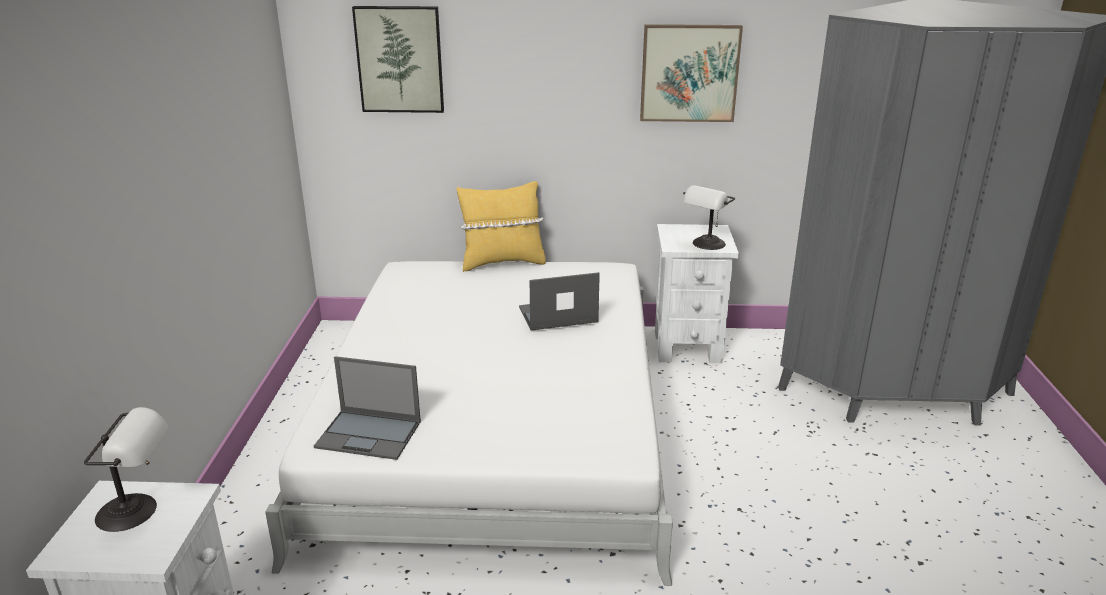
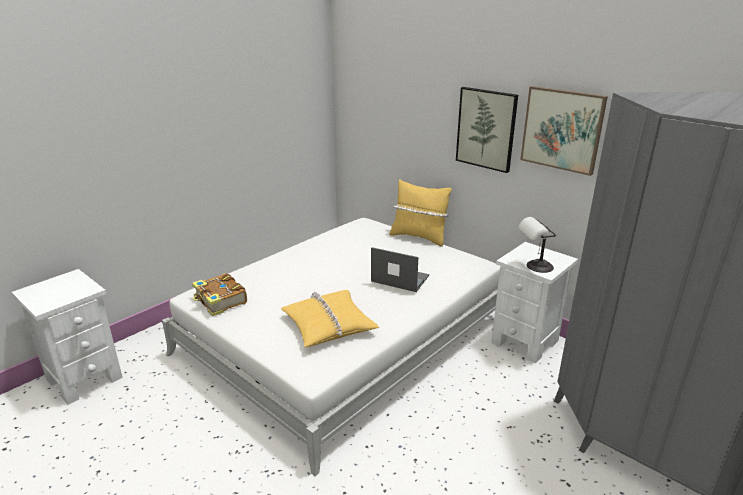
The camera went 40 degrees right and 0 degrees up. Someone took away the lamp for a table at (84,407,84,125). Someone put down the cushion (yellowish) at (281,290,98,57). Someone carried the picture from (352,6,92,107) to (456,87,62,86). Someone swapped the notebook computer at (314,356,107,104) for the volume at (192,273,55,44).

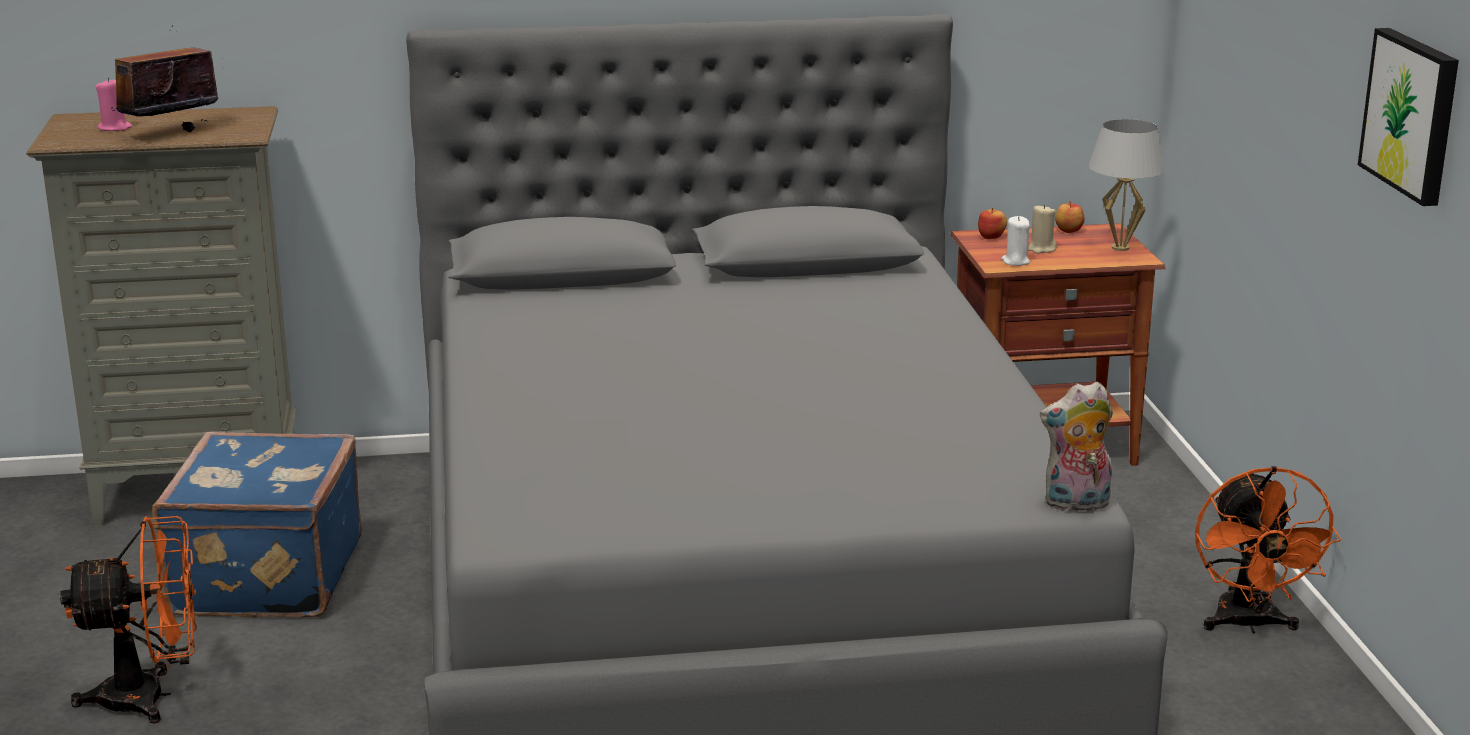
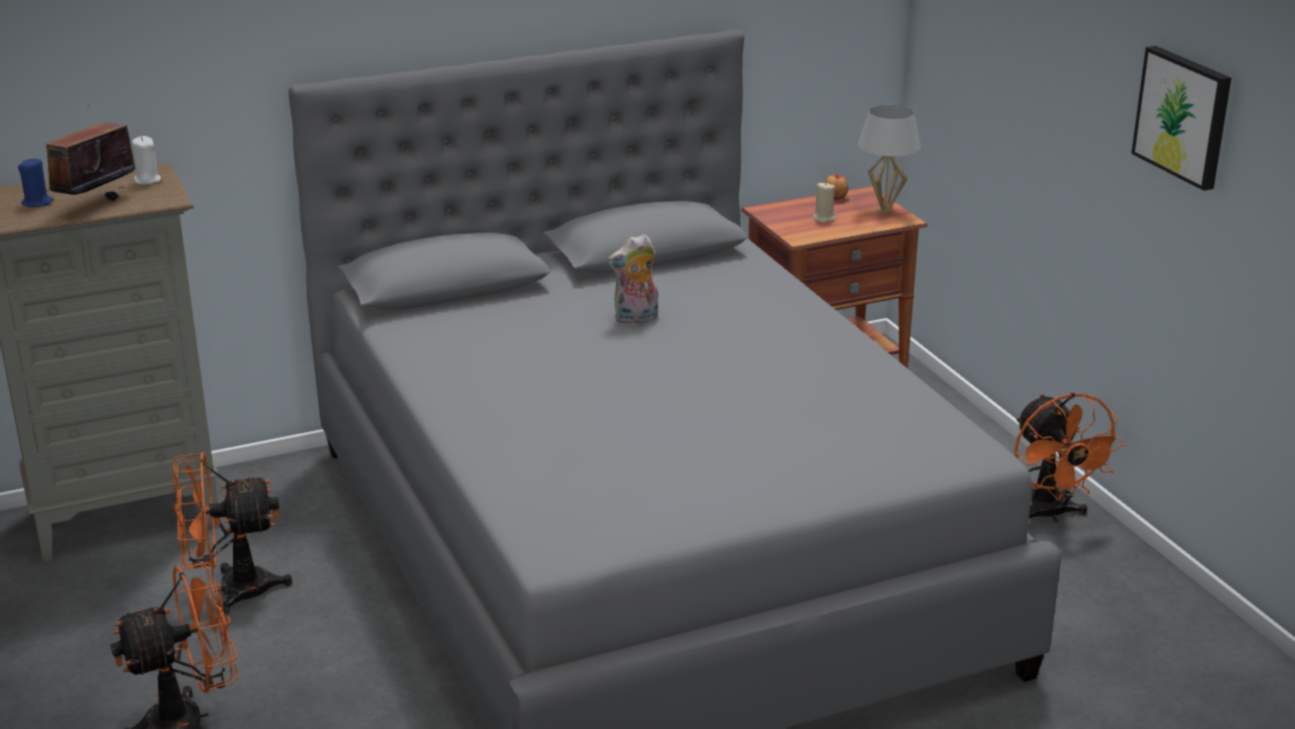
The camera went 15 degrees left and 5 degrees up. Someone took away the whole apple at (978,208,29,31). Someone carried the wax light (white-coloured) from (1001,216,29,50) to (132,136,29,49). Someone carried the plush toy from (1040,382,73,129) to (608,234,50,90). Someone swapped the piece of luggage (blue-coloured) at (152,432,210,186) for the cooling fan (orange) at (172,452,121,162). Someone repainted the wax light (pink) at (96,78,36,53), which became the wax light (blue-coloured) at (18,158,35,49).

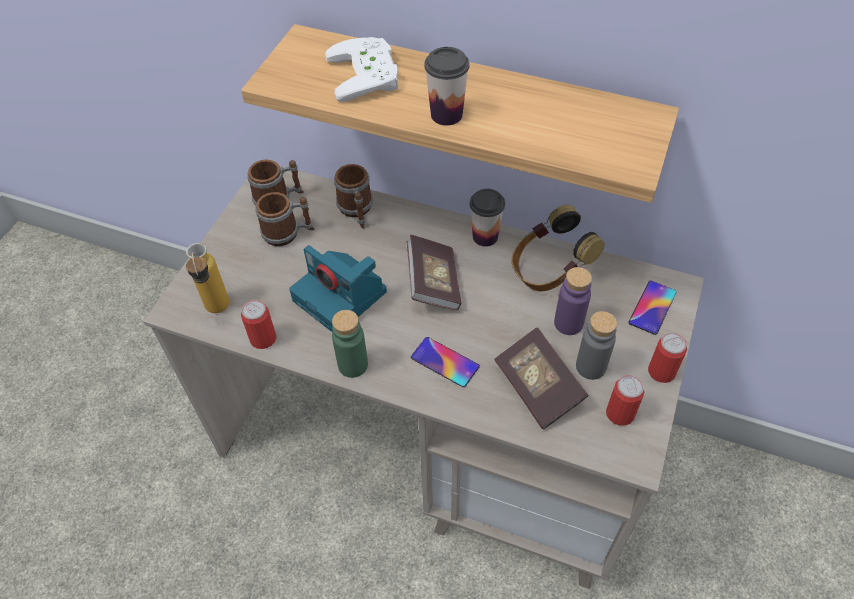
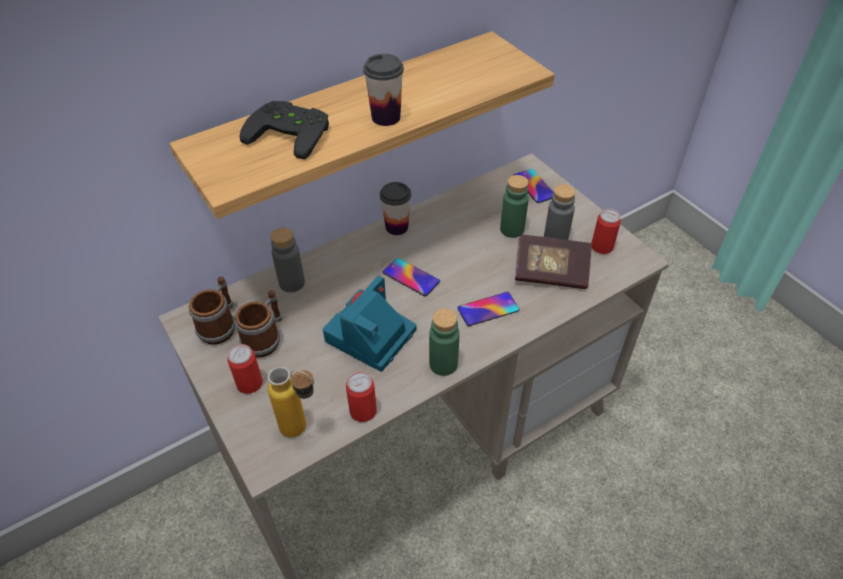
The camera went 55 degrees left and 5 degrees down. Someone took away the headphones at (512,205,93,86). Someone carried the sealed can from (648,332,39,51) to (227,344,36,50). Someone swapped the tea mug at (334,164,39,65) for the beverage bottle (greyish) at (271,228,34,64). Someone swapped the volume at (407,235,54,75) for the handset at (383,258,57,38). Someone repainted the joypad (white-coloured) at (325,37,73,65), which became the joypad (blackish) at (239,101,90,59). Someone repainted the beverage bottle (purplish) at (554,267,38,68), which became the beverage bottle (green-coloured) at (500,175,29,63). Someone rotated the photo camera at (289,245,98,87) by 135 degrees clockwise.

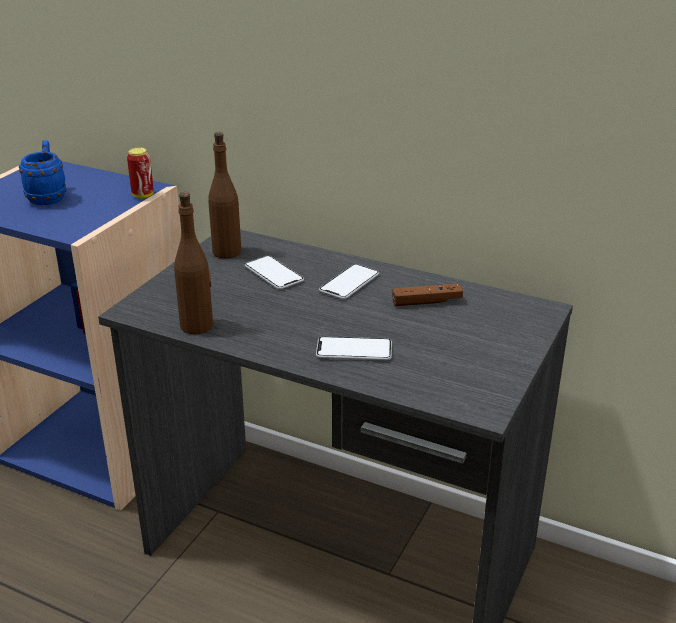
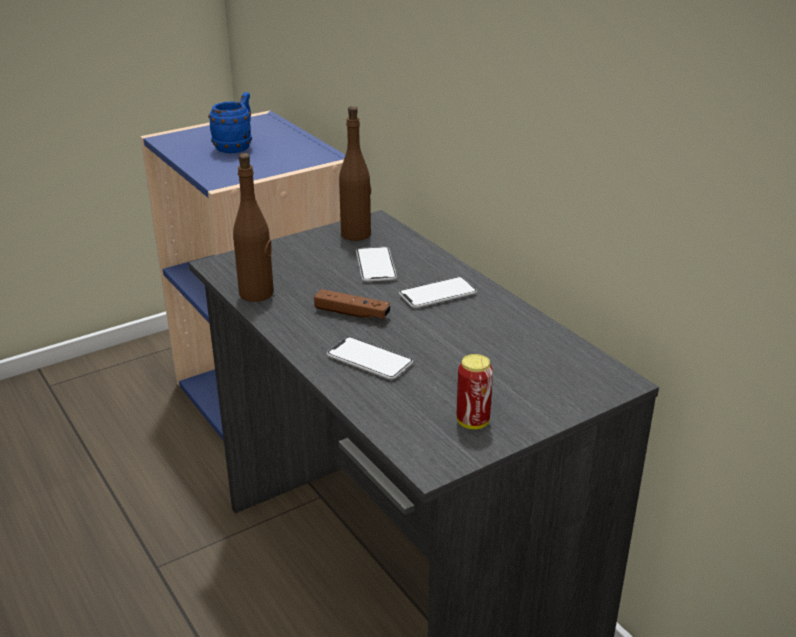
The camera went 30 degrees right and 0 degrees up. Someone carried the sealed can from (127,148,27,50) to (457,354,36,75). Someone carried the joypad (brown) from (392,283,71,23) to (314,289,77,30).

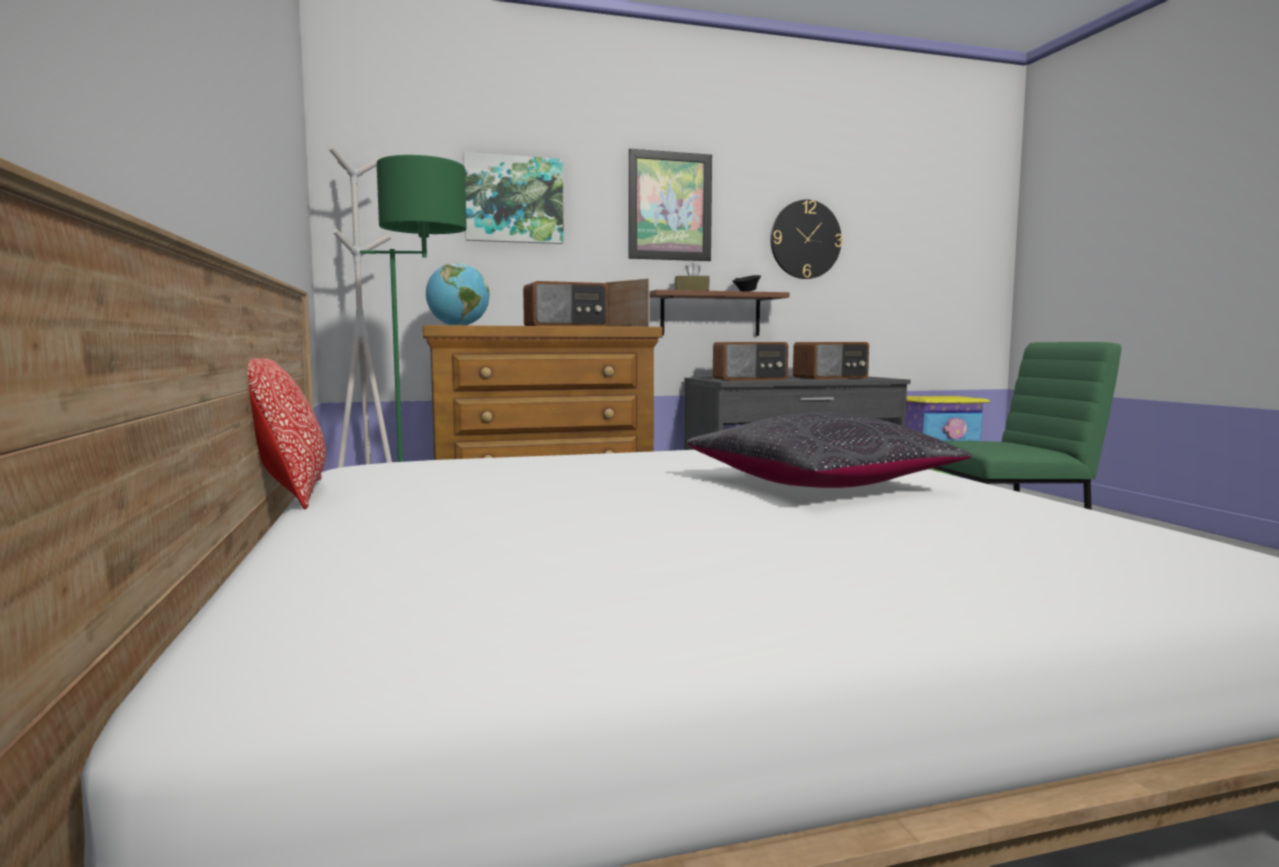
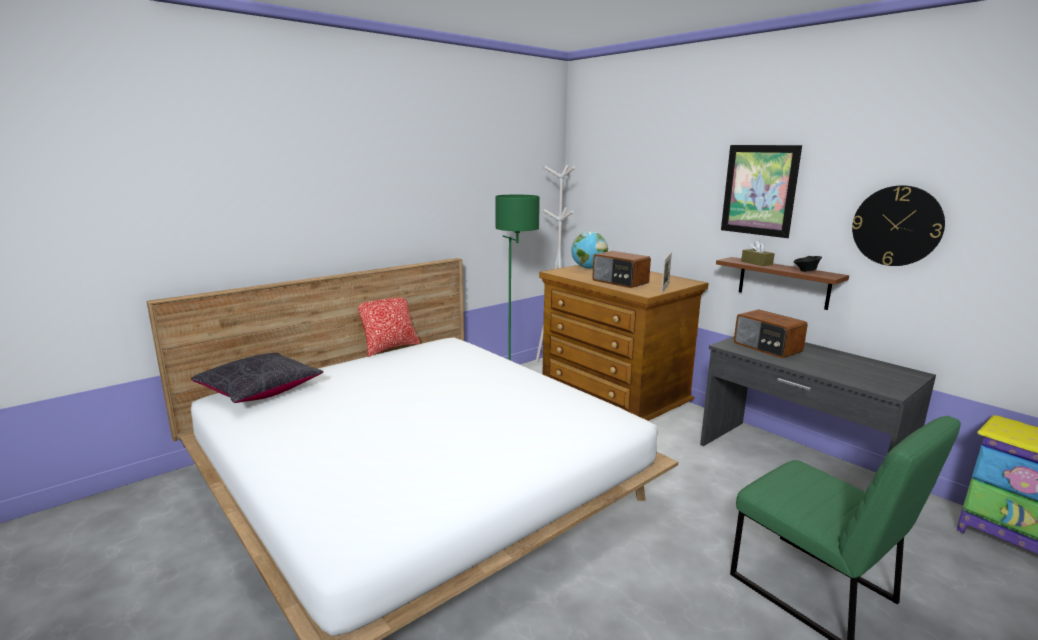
The camera went 65 degrees right and 10 degrees up. Someone took away the picture at (463,152,101,92). Someone took away the radio receiver at (793,342,76,37). Someone carried the cushion (blackish) from (687,412,285,76) to (191,353,133,50).

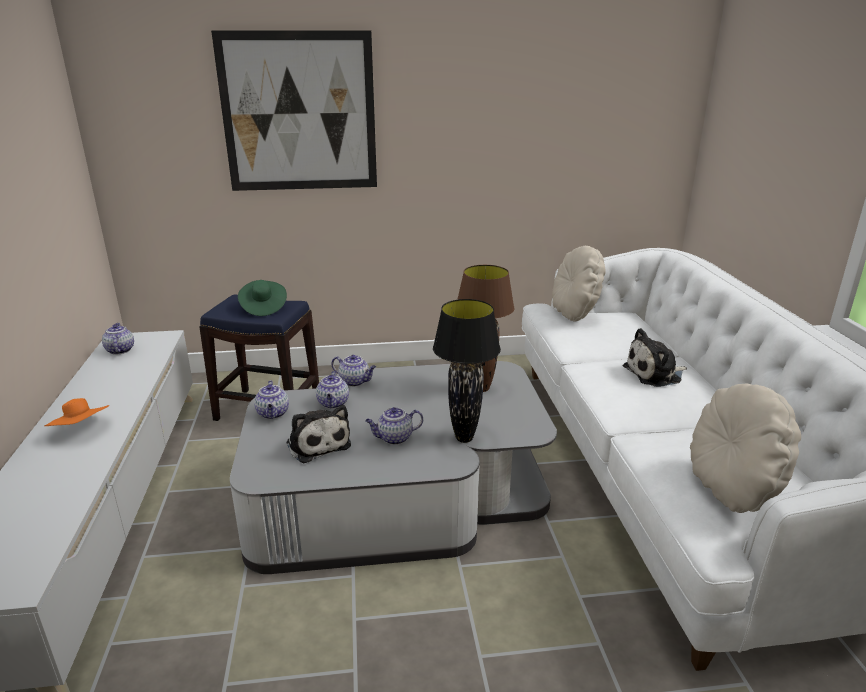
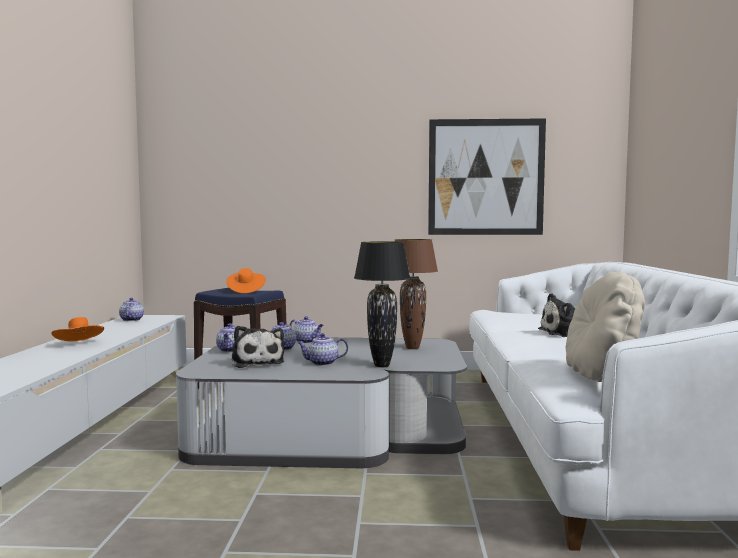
The camera went 10 degrees right and 20 degrees down. Someone took away the cushion (sand-coloured) at (552,246,54,76). Someone carried the picture from (211,30,166,161) to (428,118,118,117). Someone repainted the wearable hat (green-coloured) at (238,280,49,36), which became the wearable hat (orange) at (226,268,40,25).

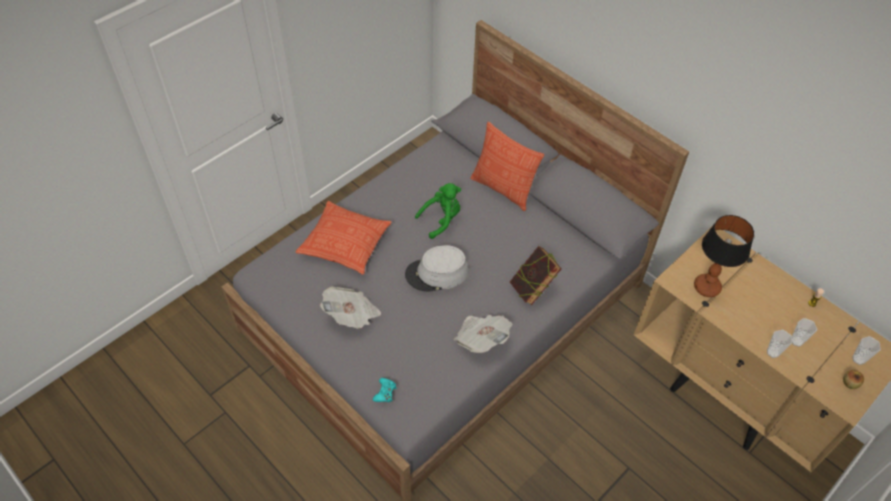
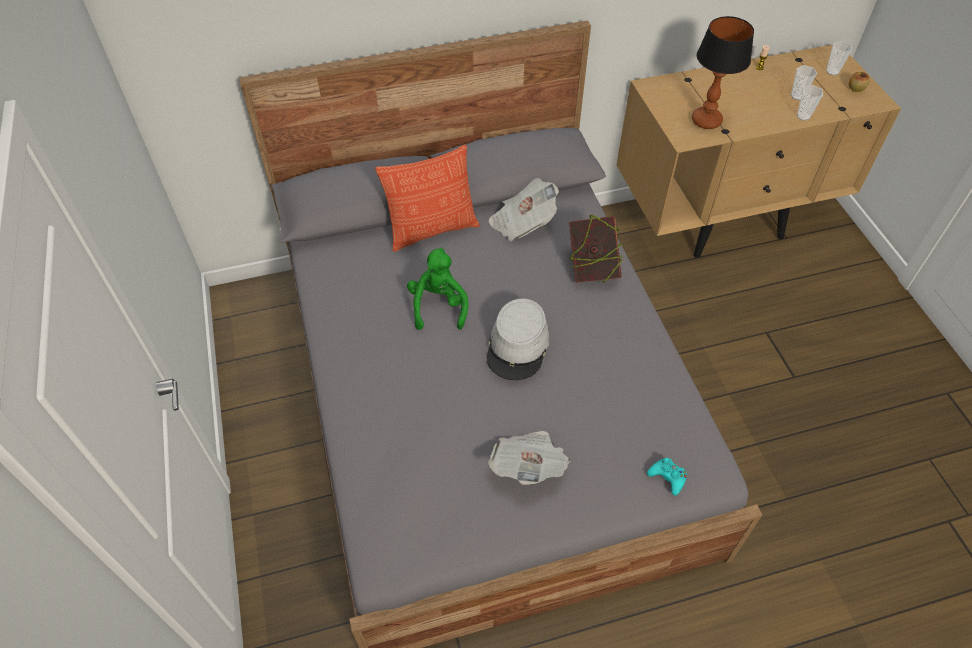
The camera went 60 degrees left and 0 degrees up. Someone took away the cushion (orange) at (296,201,95,74). Someone carried the daily paper from (454,315,59,38) to (489,178,70,63).

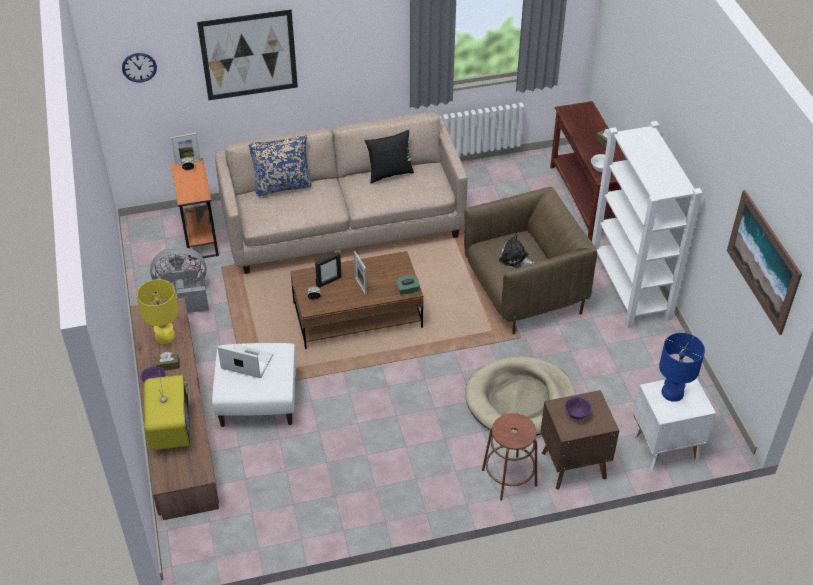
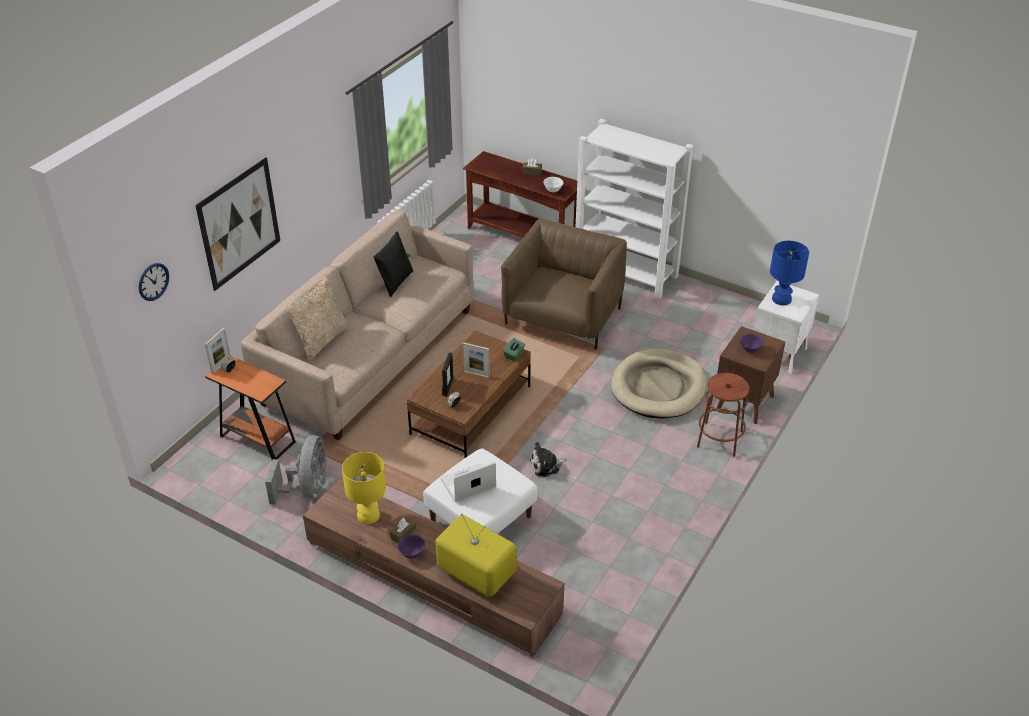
The camera went 45 degrees left and 5 degrees down. Someone took away the picture at (727,190,75,145). Someone carried the plush toy from (499,234,35,34) to (530,442,37,35). Someone repainted the cushion (blue-coloured) at (248,134,64,62), which became the cushion (sand-coloured) at (287,276,60,83). Someone rotated the cooling fan (greyish) at (150,247,59,66) by 150 degrees clockwise.

